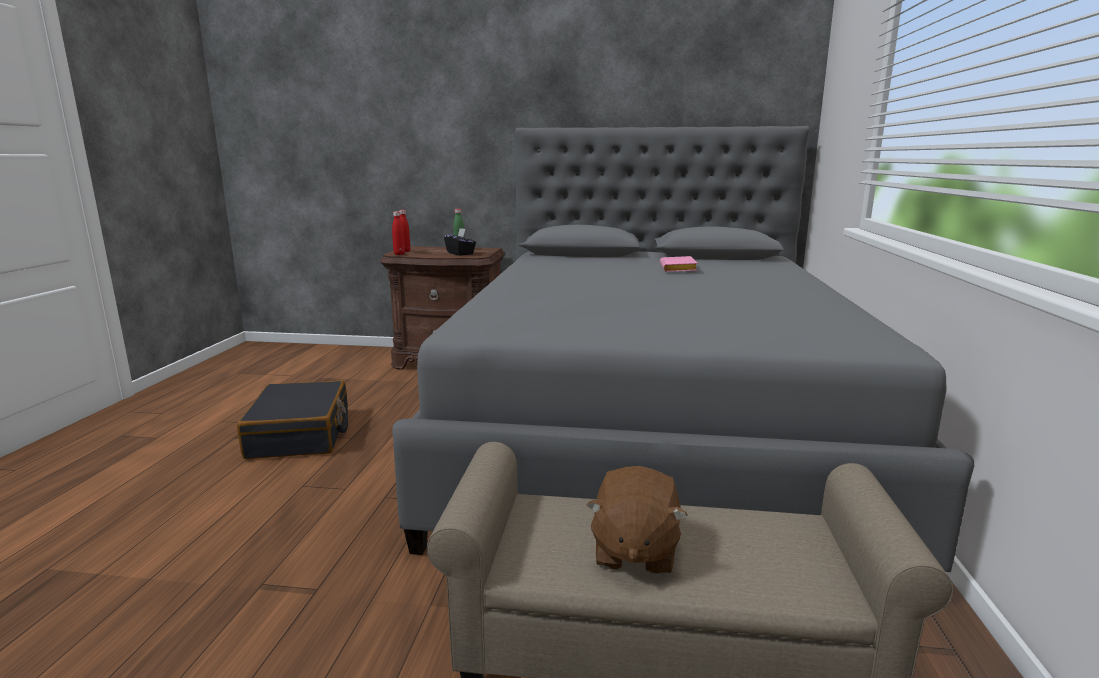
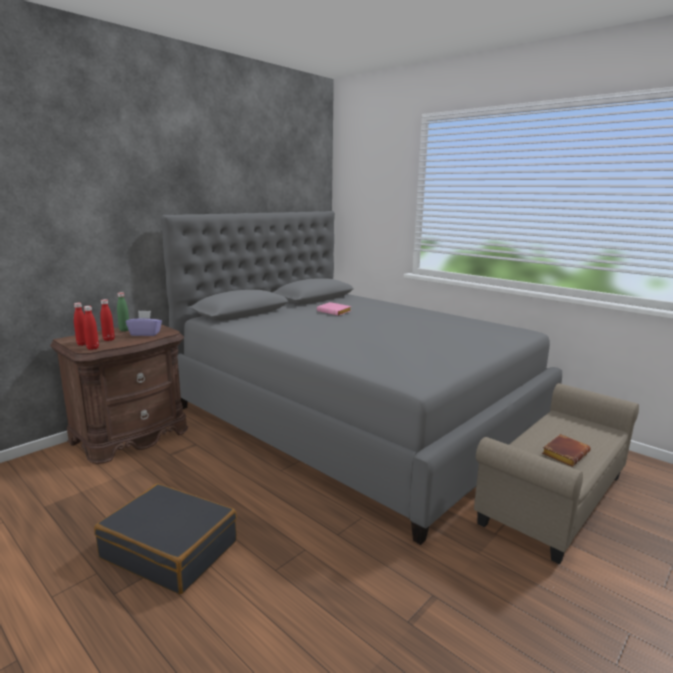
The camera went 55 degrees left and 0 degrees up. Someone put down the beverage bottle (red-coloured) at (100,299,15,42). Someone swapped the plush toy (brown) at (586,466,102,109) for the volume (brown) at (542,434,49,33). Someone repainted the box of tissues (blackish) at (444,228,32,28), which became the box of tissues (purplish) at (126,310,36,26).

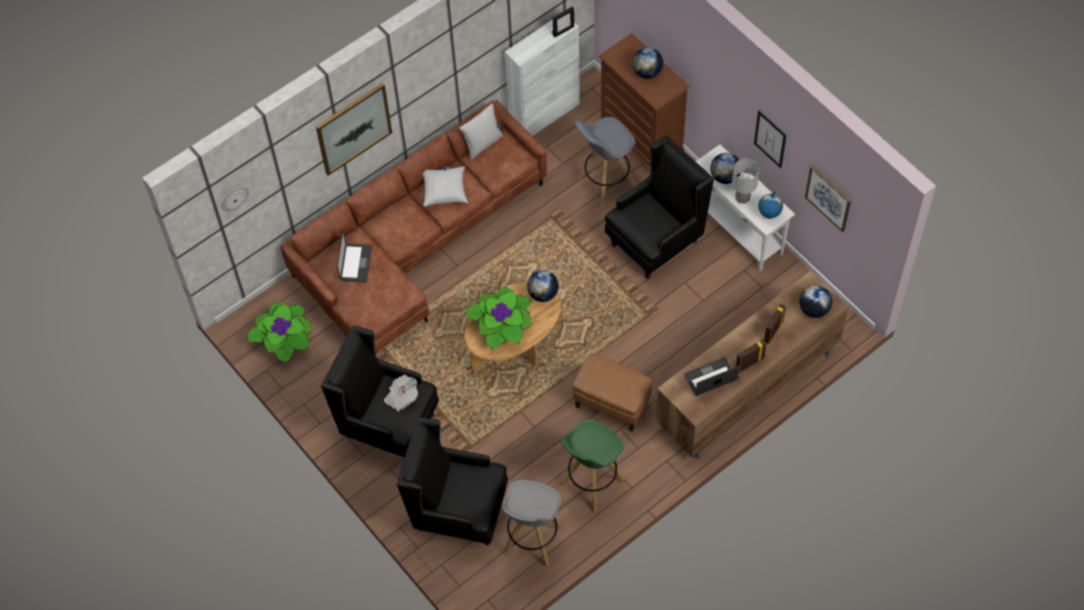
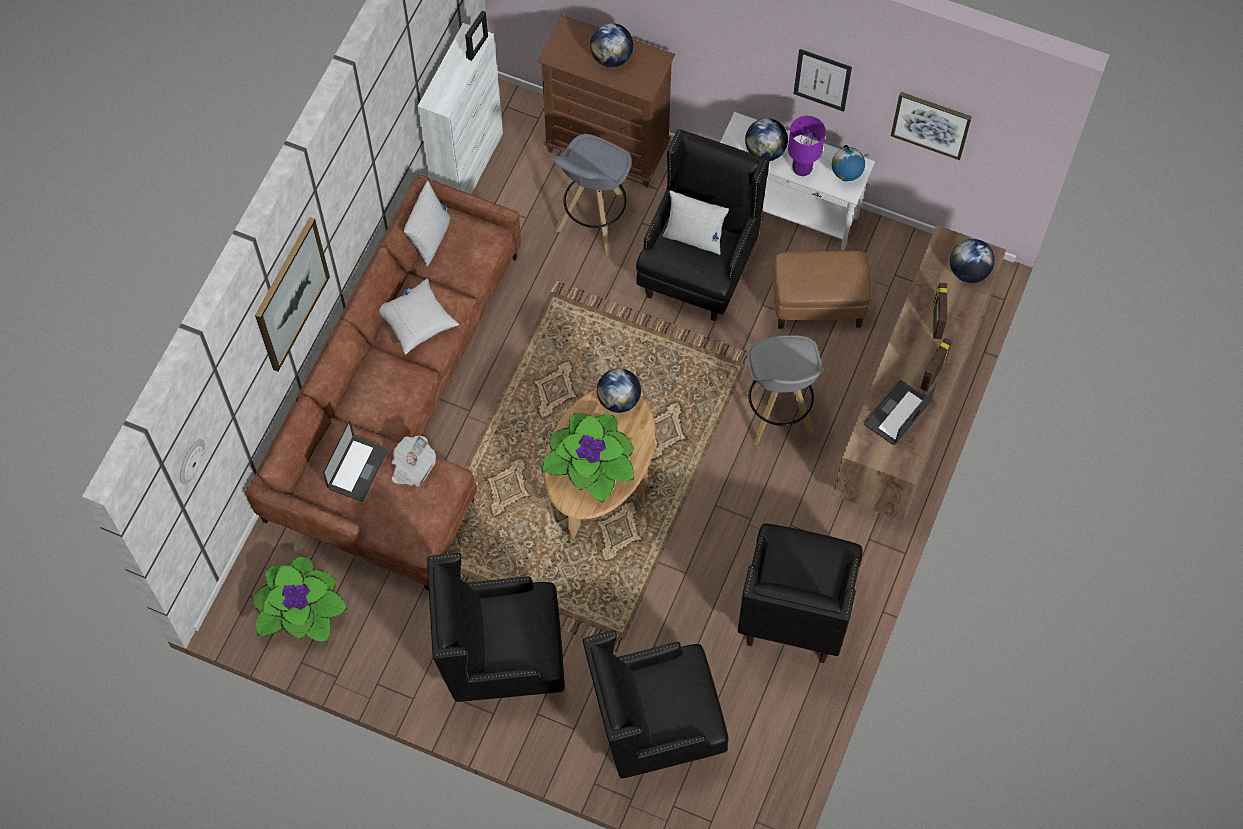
The camera went 30 degrees left and 5 degrees up. Someone put down the cushion (greyish) at (662,191,67,64). Someone carried the daily paper from (384,375,34,37) to (391,436,45,50). Someone carried the sitting stool (greyish) from (502,480,61,87) to (743,335,80,110). Someone carried the ottoman (brown) from (573,354,79,78) to (773,251,98,78). Someone swapped the sitting stool (green-coloured) at (560,419,65,93) for the easy chair (blackish) at (738,524,125,139). Someone repainted the lamp for a table (greyish) at (732,159,27,45), which became the lamp for a table (purplish) at (788,116,37,60). Someone rotated the notebook computer at (337,230,35,53) by 45 degrees clockwise.

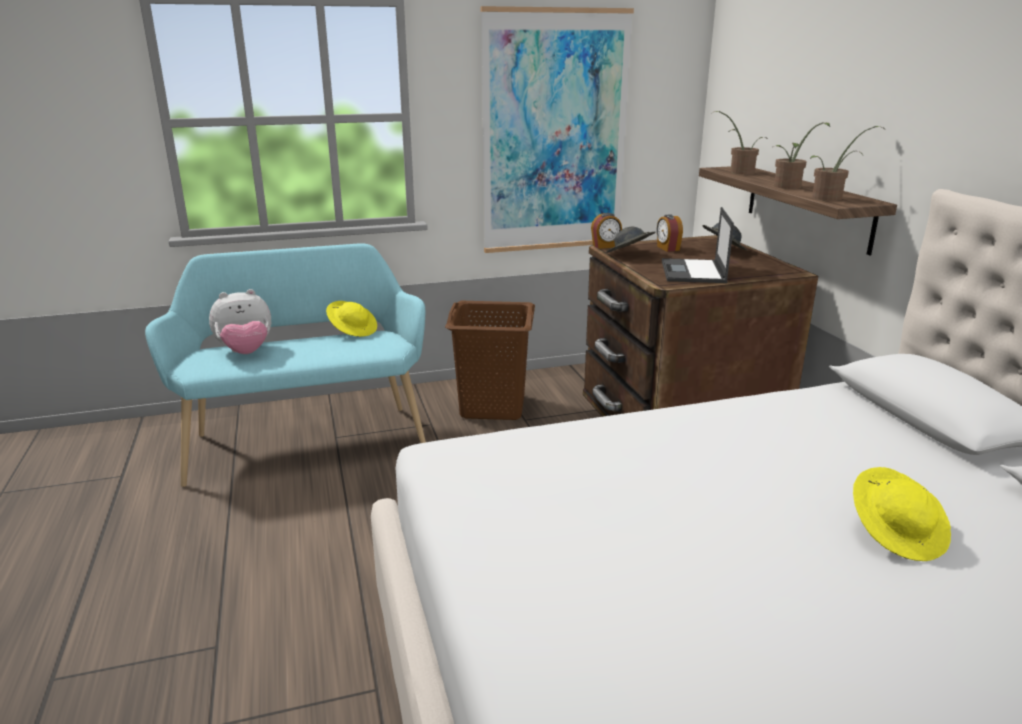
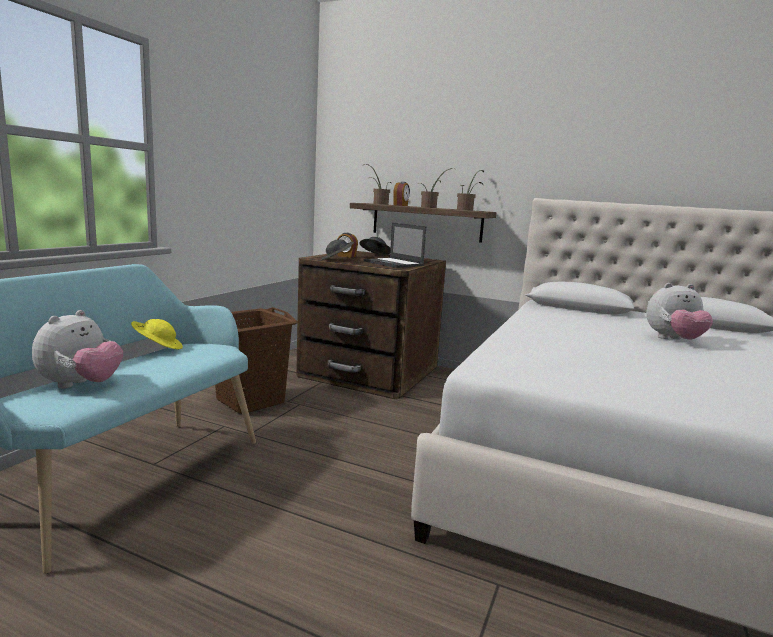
The camera went 50 degrees left and 10 degrees down. Someone took away the picture at (480,6,154,247). Someone carried the table clock from (591,213,31,36) to (393,182,17,24). Someone swapped the wearable hat (yellowish) at (853,467,98,94) for the plush toy at (646,283,67,57).

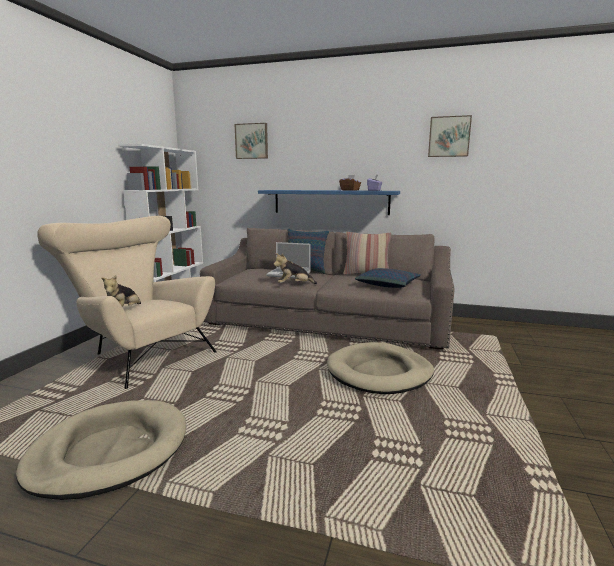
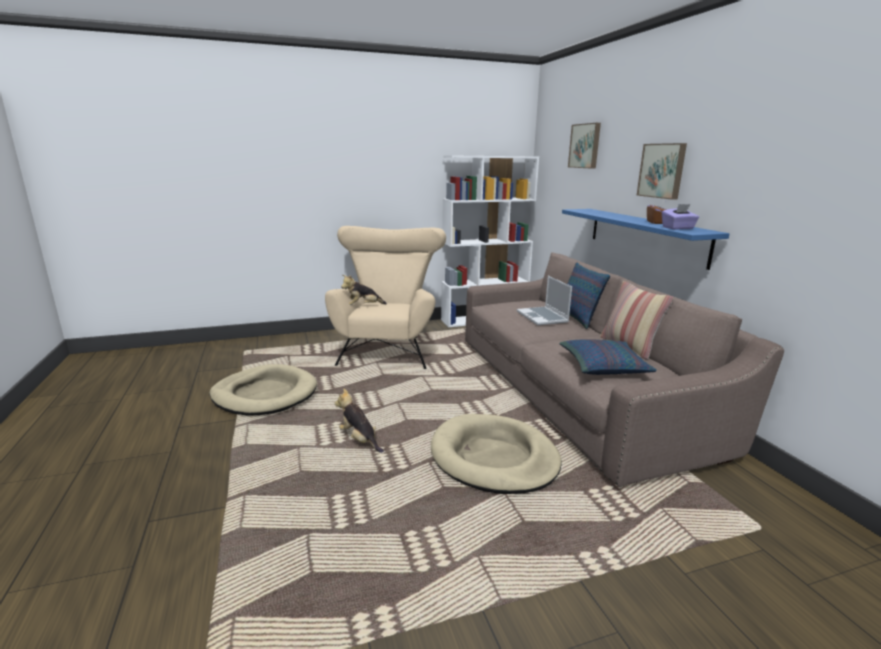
The camera went 55 degrees right and 5 degrees up. Someone carried the plush toy from (273,253,44,31) to (335,389,49,64). Someone carried the picture from (428,115,44,42) to (637,143,50,57).

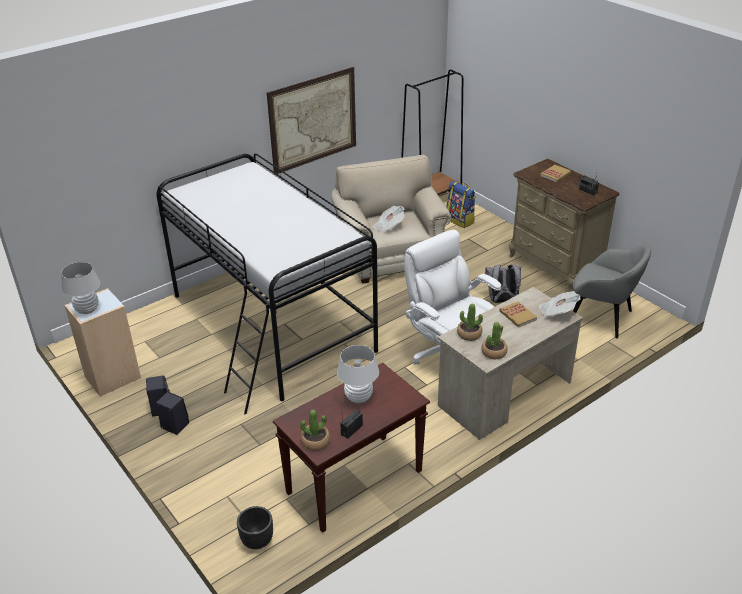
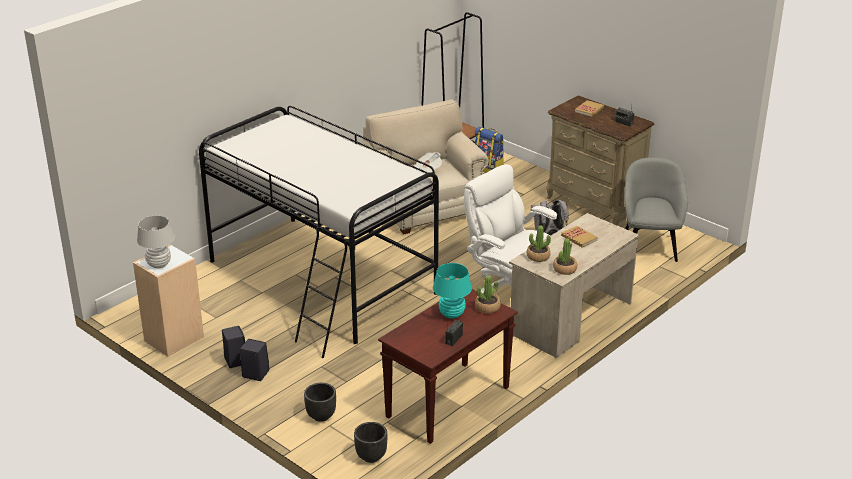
The camera went 10 degrees left and 5 degrees down. Someone took away the picture at (267,67,89,107). Someone took away the daily paper at (538,291,43,26). Someone put down the planter (blackish) at (304,383,32,39). Someone carried the plant in a pot from (300,410,30,41) to (475,276,26,38). Someone repainted the lamp for a table (white-coloured) at (337,345,42,58), which became the lamp for a table (blue-green) at (433,263,39,56). Someone rotated the easy chair (greyish) at (573,246,78,92) by 105 degrees counterclockwise.

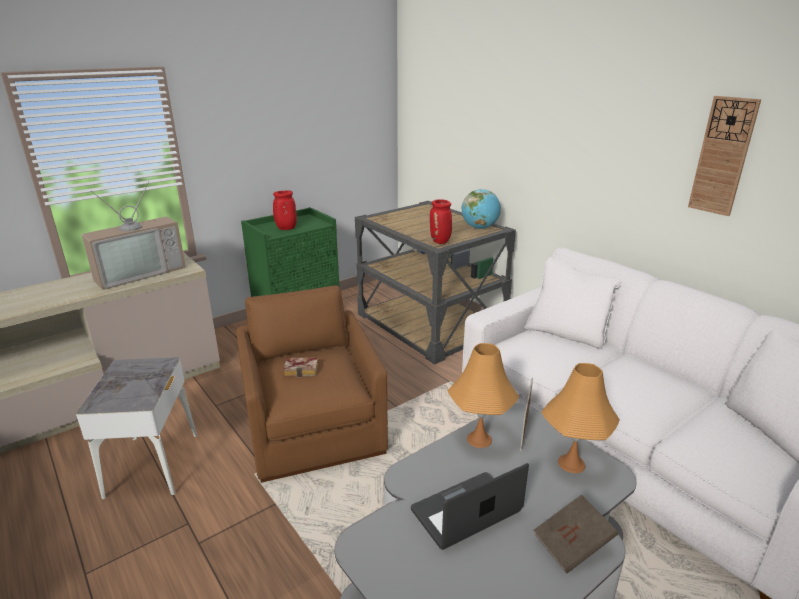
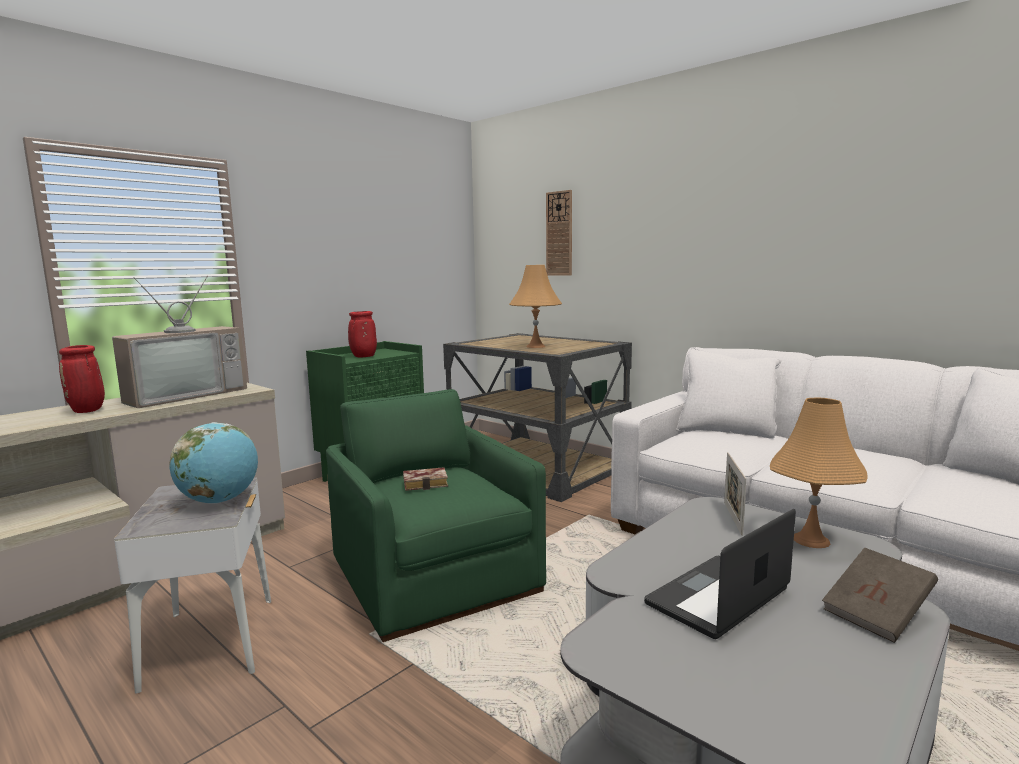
The camera went 10 degrees left and 15 degrees down. Someone carried the vase (red-coloured) from (430,199,22,45) to (59,345,46,68). Someone carried the lamp for a table (orange) from (447,343,72,105) to (509,265,53,83). Someone carried the world globe from (462,189,39,40) to (170,422,88,82). Someone carried the wall clock from (688,96,73,120) to (546,190,26,86). Someone repainted the easy chair (brown) at (236,285,152,198), which became the easy chair (green-coloured) at (326,389,220,253).

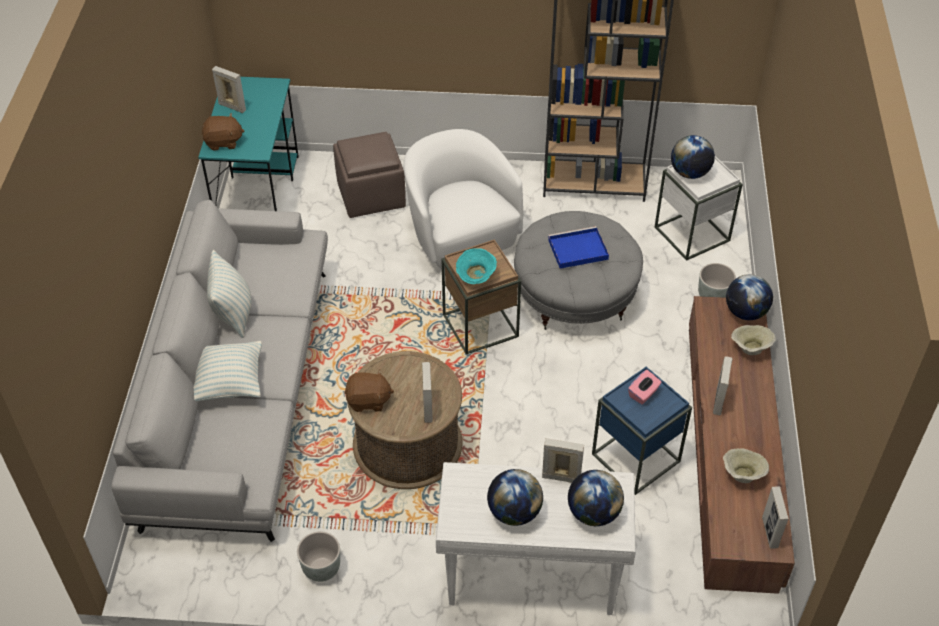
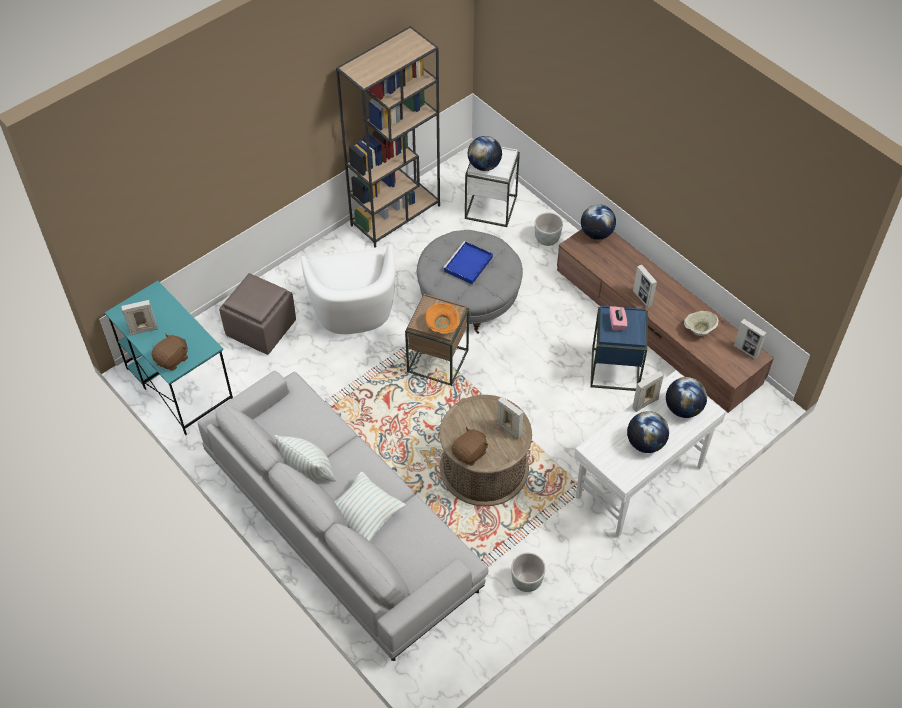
The camera went 45 degrees left and 5 degrees up. Someone took away the bowl (sand-coloured) at (731,325,45,30). Someone repainted the bowl (blue-green) at (456,248,41,36), which became the bowl (orange) at (426,303,34,31). Someone rotated the easy chair (white-coloured) at (404,129,119,140) by 120 degrees counterclockwise.

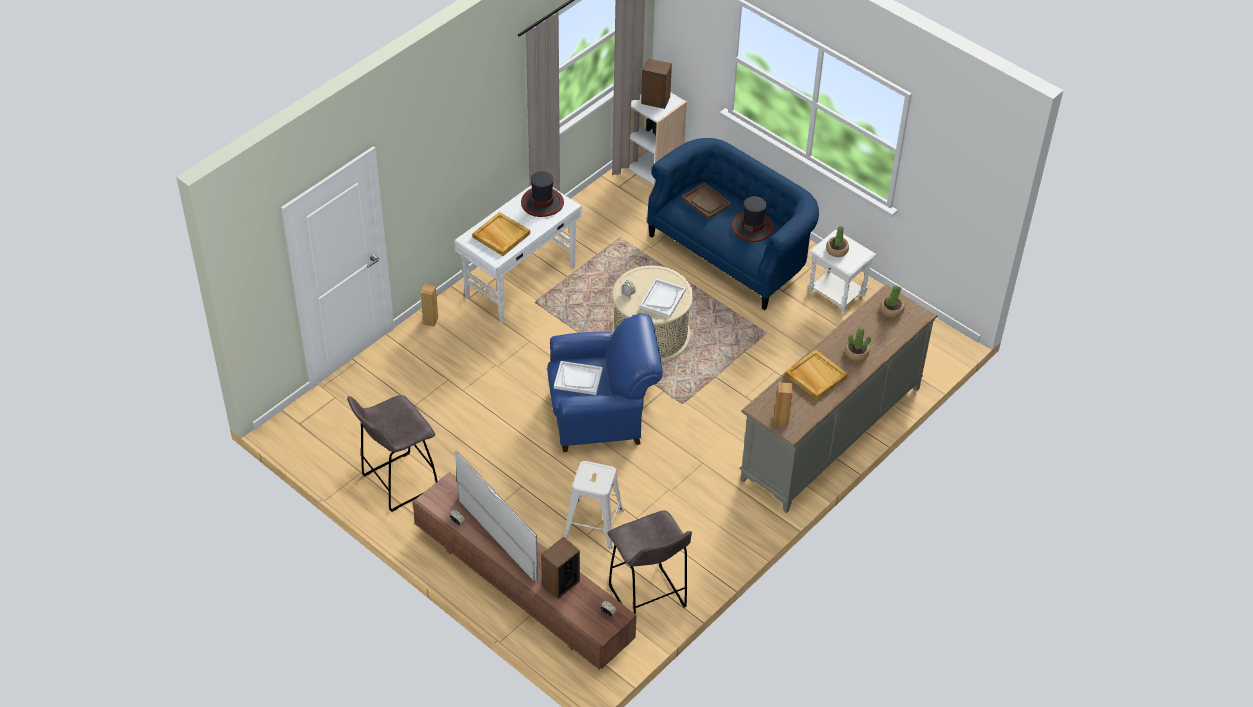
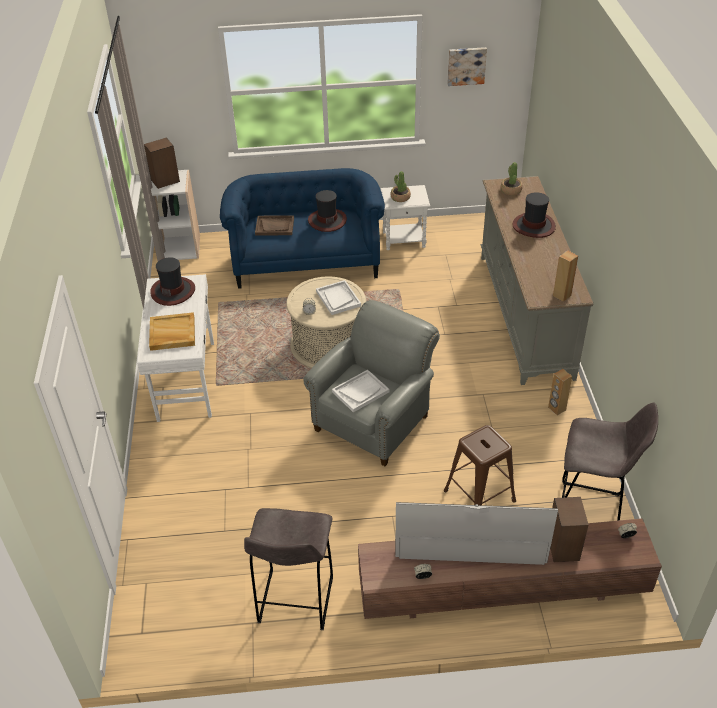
The camera went 45 degrees left and 5 degrees down. Someone took away the carrying tray (sand-coloured) at (785,349,63,51). Someone put up the picture at (447,47,40,39). Someone carried the audio speaker (brown) from (421,284,17,42) to (548,369,24,46). Someone swapped the plant in a pot at (845,327,26,34) for the wearable hat at (512,192,44,46). Someone repainted the easy chair (blue-coloured) at (547,313,116,139), which became the easy chair (greyish) at (303,300,137,166). Someone repainted the sitting stool (white-coloured) at (563,461,61,88), which became the sitting stool (brown) at (444,425,72,80).

